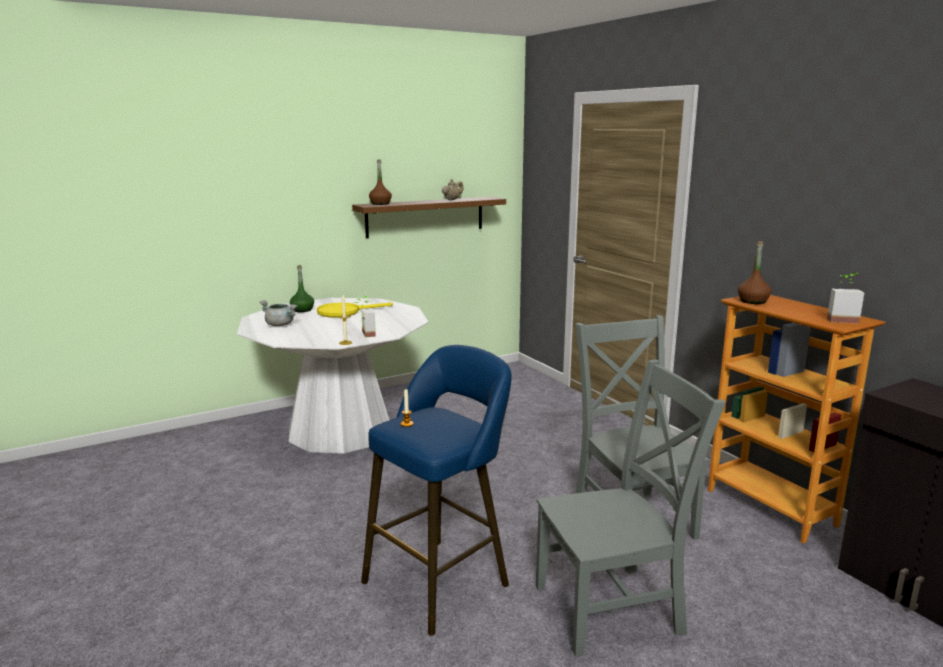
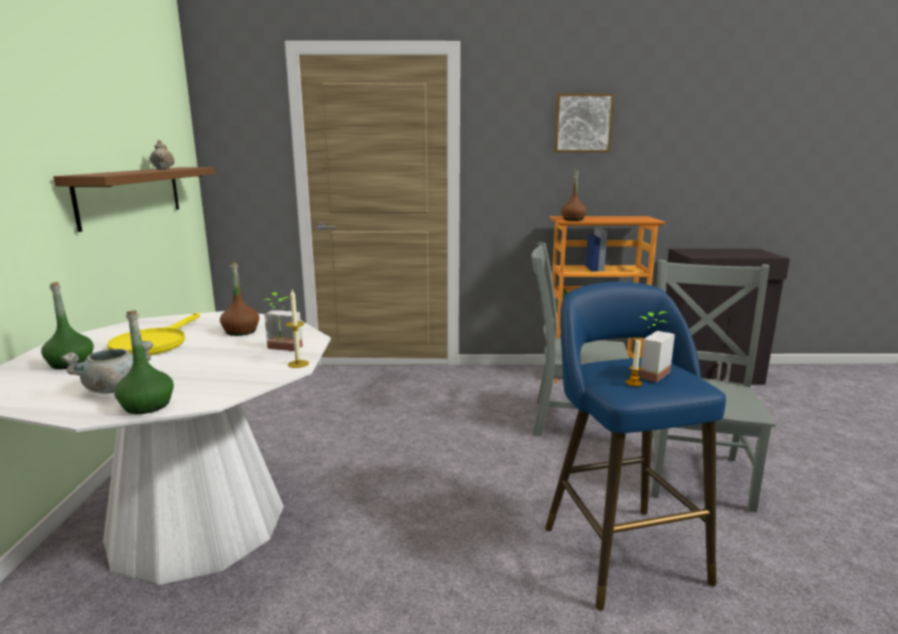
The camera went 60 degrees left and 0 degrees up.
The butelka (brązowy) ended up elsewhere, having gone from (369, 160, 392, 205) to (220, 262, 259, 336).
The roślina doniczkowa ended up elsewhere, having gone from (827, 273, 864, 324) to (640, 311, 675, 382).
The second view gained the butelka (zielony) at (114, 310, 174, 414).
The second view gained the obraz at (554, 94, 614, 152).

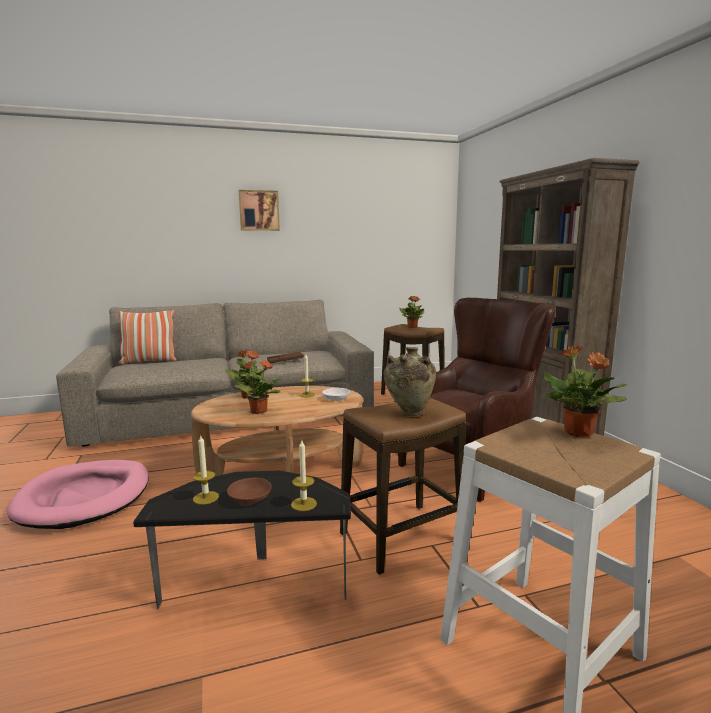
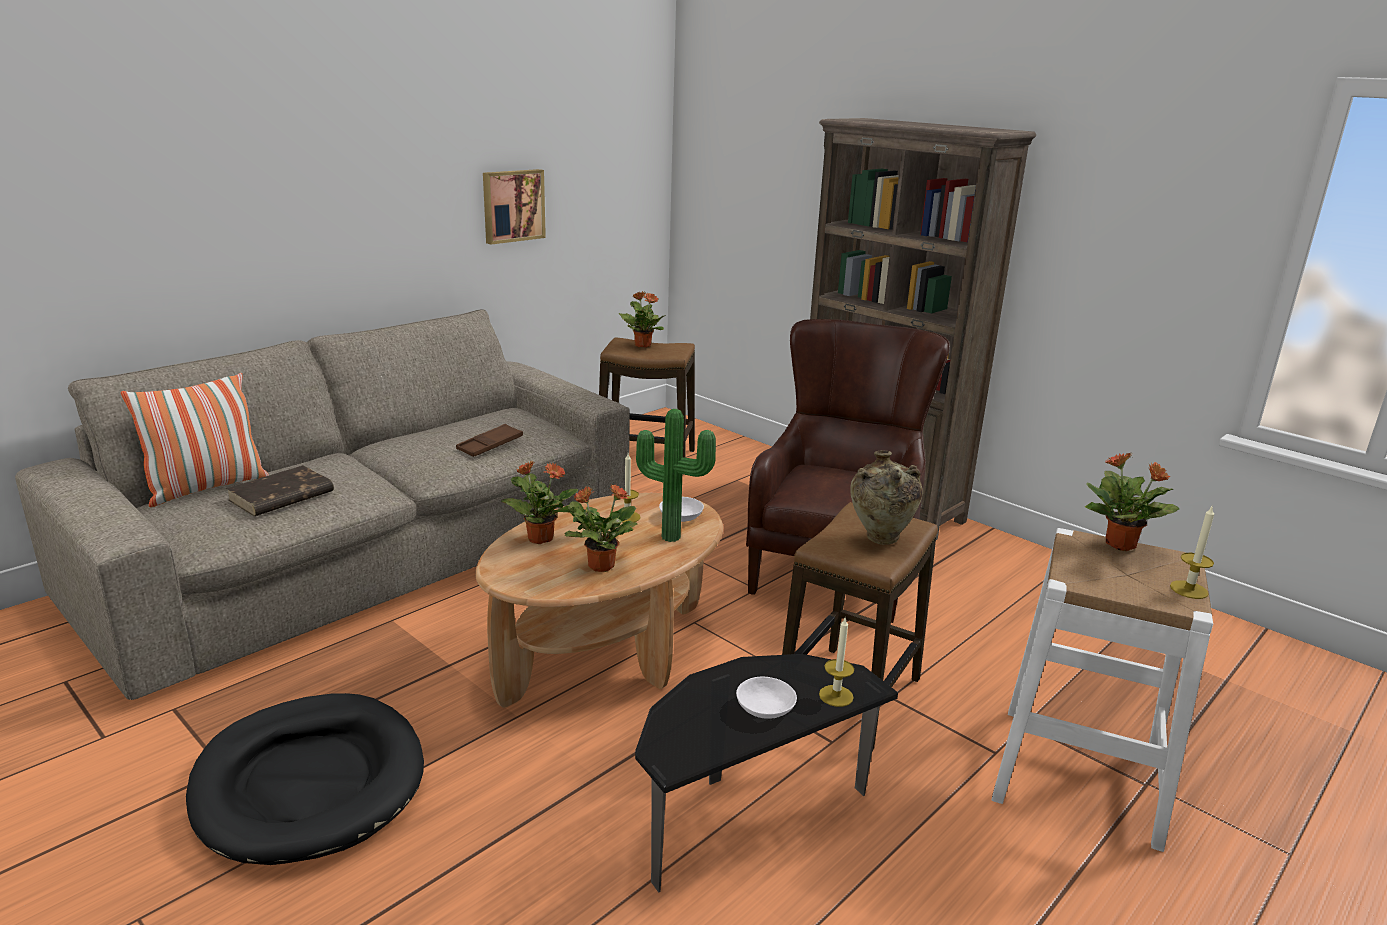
The camera went 30 degrees left and 10 degrees up.
What was the legowisko (różowy) at (7, 460, 149, 529) turned into the legowisko (czarny) at (186, 693, 424, 865).
The świeca ended up elsewhere, having gone from (193, 434, 219, 505) to (1170, 507, 1214, 599).
What was the miska (brązowy) at (227, 478, 272, 505) turned into the miska (biały) at (736, 677, 797, 719).
The obraz ended up elsewhere, having gone from (239, 190, 280, 231) to (483, 169, 546, 245).
The second view gained the książka (brązowy) at (226, 465, 334, 516).
The second view gained the roślina doniczkowa at (636, 409, 716, 542).

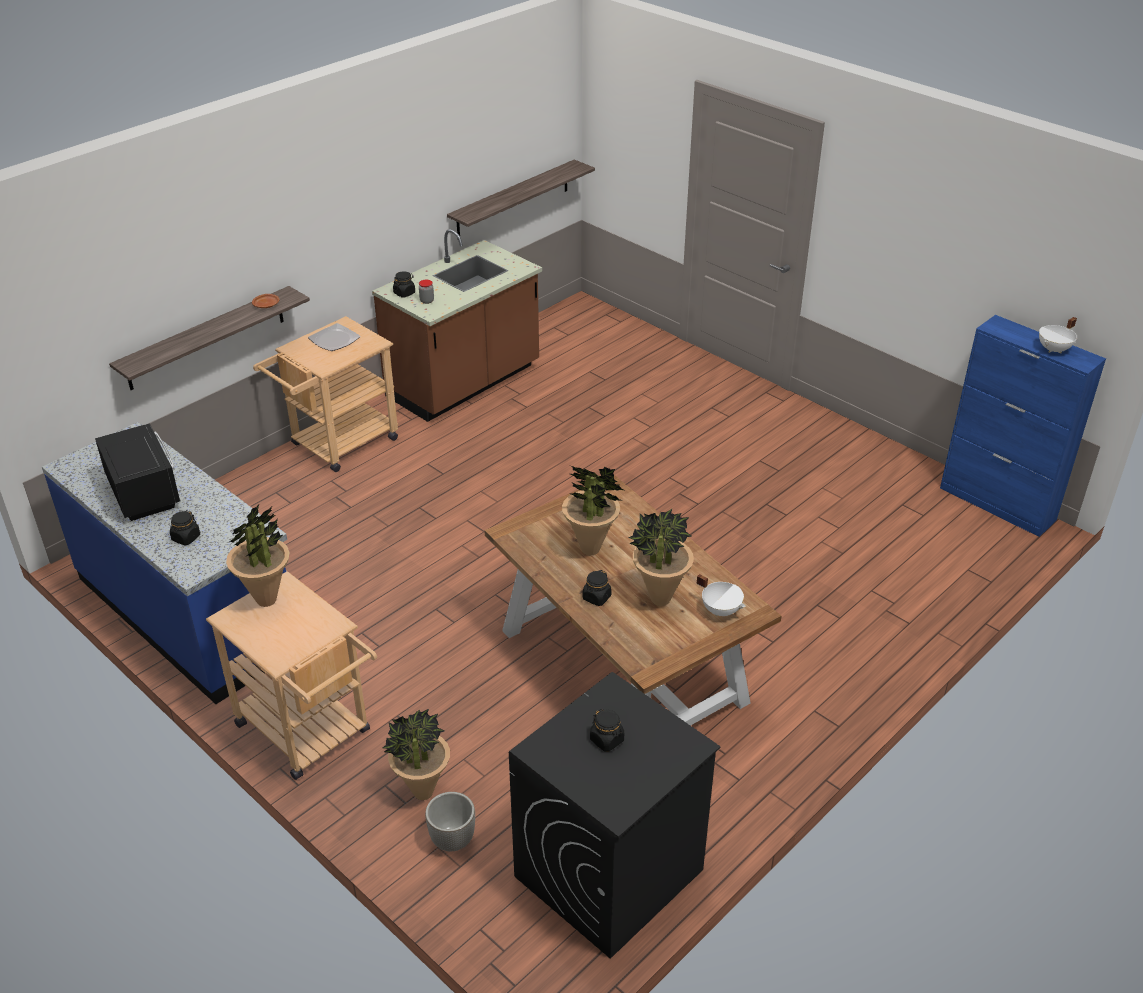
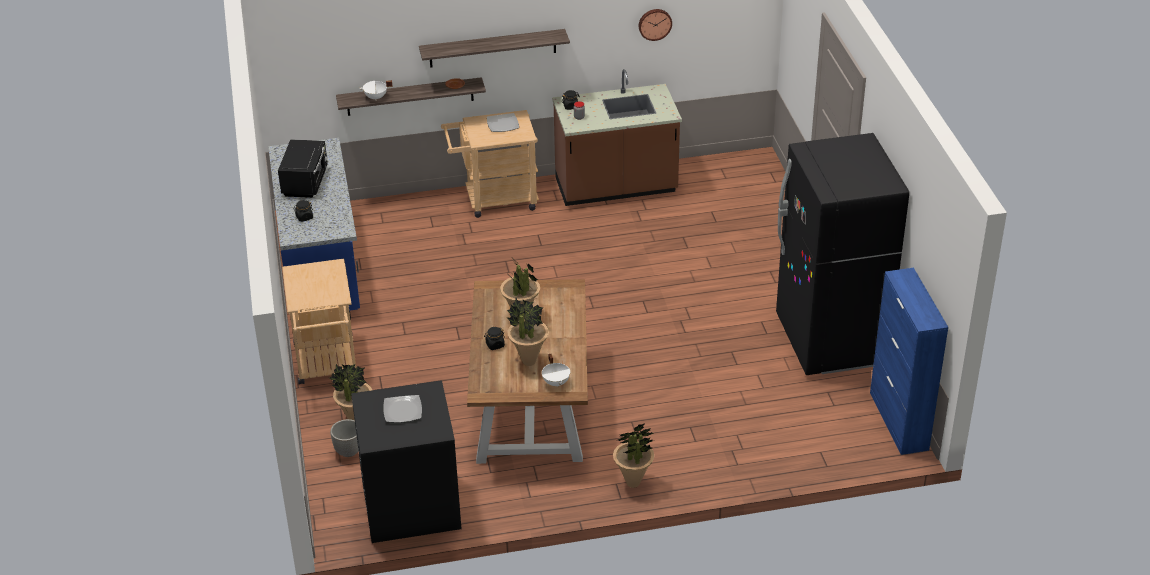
The camera went 35 degrees right and 0 degrees up.
The roślina doniczkowa ended up elsewhere, having gone from (226, 504, 289, 607) to (613, 423, 654, 488).
The półka ended up elsewhere, having gone from (447, 160, 595, 235) to (419, 29, 570, 68).
Where the słoik (czarny) stood at (590, 709, 624, 752), the talerz came to stand at (383, 395, 422, 423).
The garnek (biały) ended up elsewhere, having gone from (1039, 317, 1077, 353) to (360, 80, 393, 100).
The second view gained the zegar ścienny at (639, 9, 672, 41).
The second view gained the lodówka (czarny) at (776, 133, 909, 375).

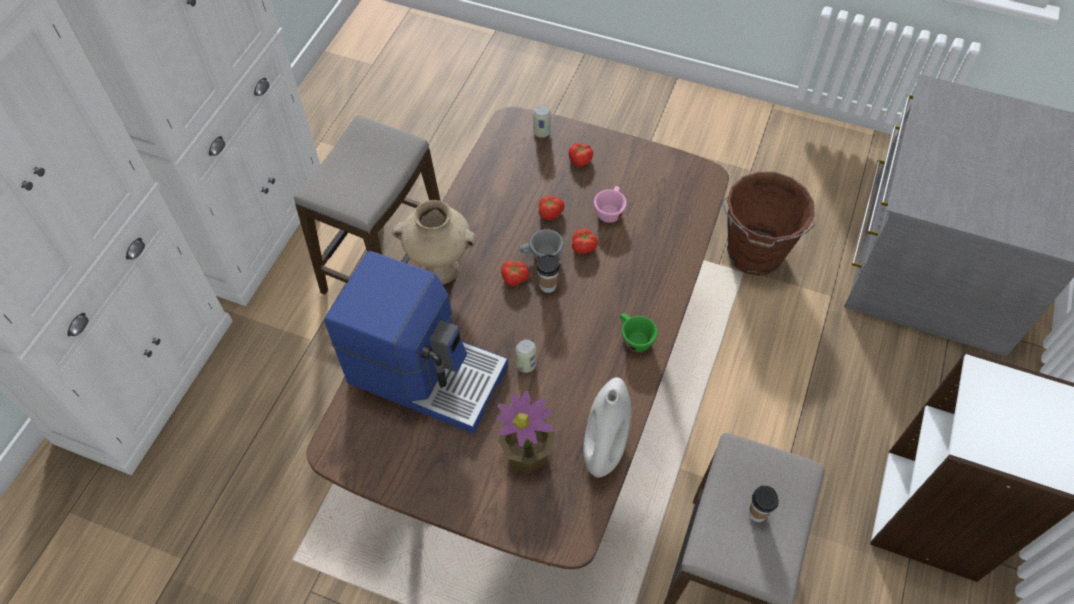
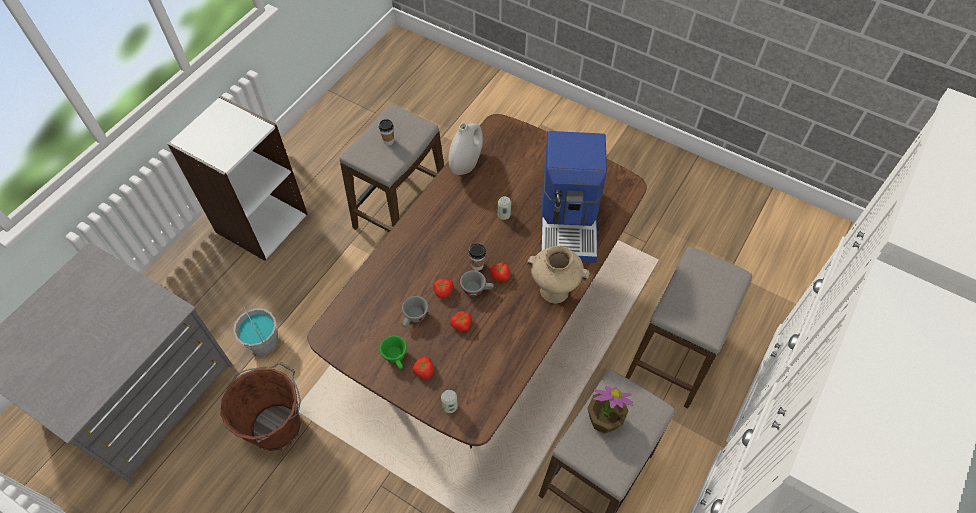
The camera went 170 degrees left and 0 degrees up.
The ekspres do kawy at (325, 251, 508, 434) ended up facing another way, 120 degrees counterclockwise from before.
The roślina doniczkowa ended up elsewhere, having gone from (497, 390, 555, 473) to (588, 386, 633, 434).
What was the filiżanka (różowy) at (594, 186, 627, 223) turned into the filiżanka (szary) at (402, 296, 428, 327).
The filiżanka (zielony) ended up elsewhere, having gone from (620, 313, 658, 352) to (380, 335, 407, 369).
The second view gained the wiadro (szary) at (233, 307, 278, 355).
The second view gained the stołek at (626, 247, 752, 409).

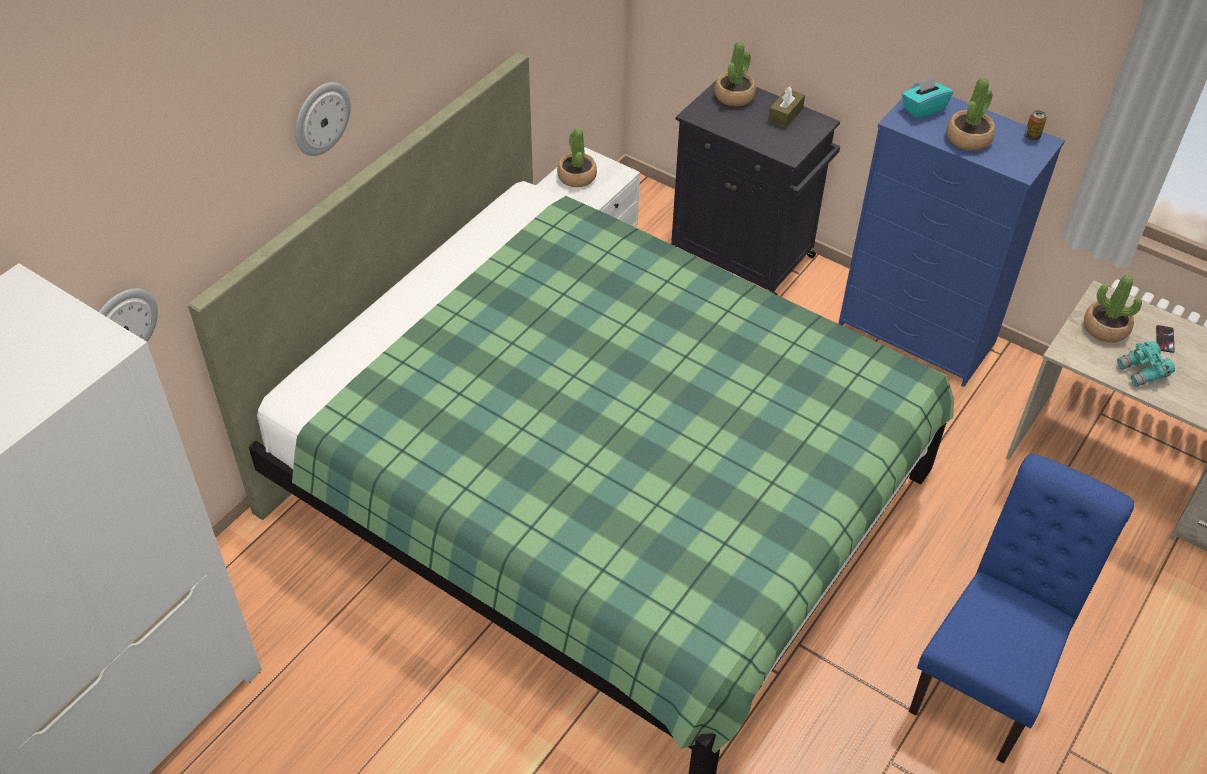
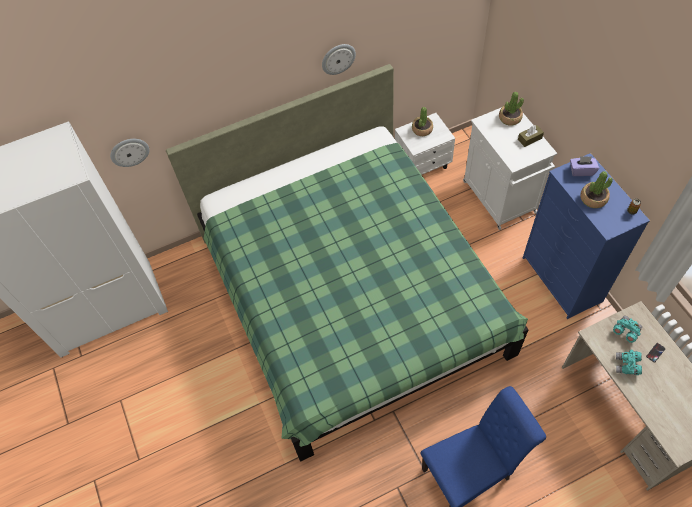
The camera went 35 degrees right and 10 degrees up.
The zegar ścienny ended up elsewhere, having gone from (295, 82, 351, 156) to (322, 44, 356, 75).
What was the szafka (czarny) at (671, 81, 840, 295) turned into the szafka (biały) at (463, 107, 557, 230).
What was the pudełko chusteczek (turkusowy) at (902, 76, 953, 119) turned into the pudełko chusteczek (fioletowy) at (570, 156, 599, 176).
Where the roślina doniczkowa stood at (1084, 275, 1142, 342), the lornetka (turkusowy) came to stand at (613, 316, 642, 343).

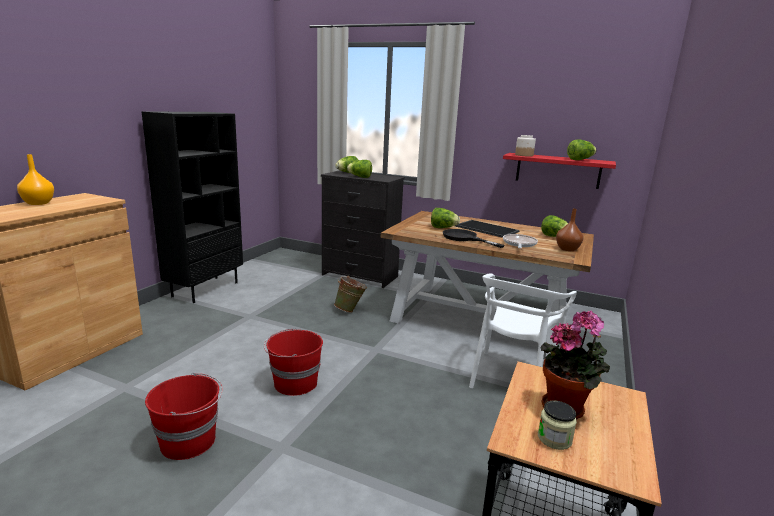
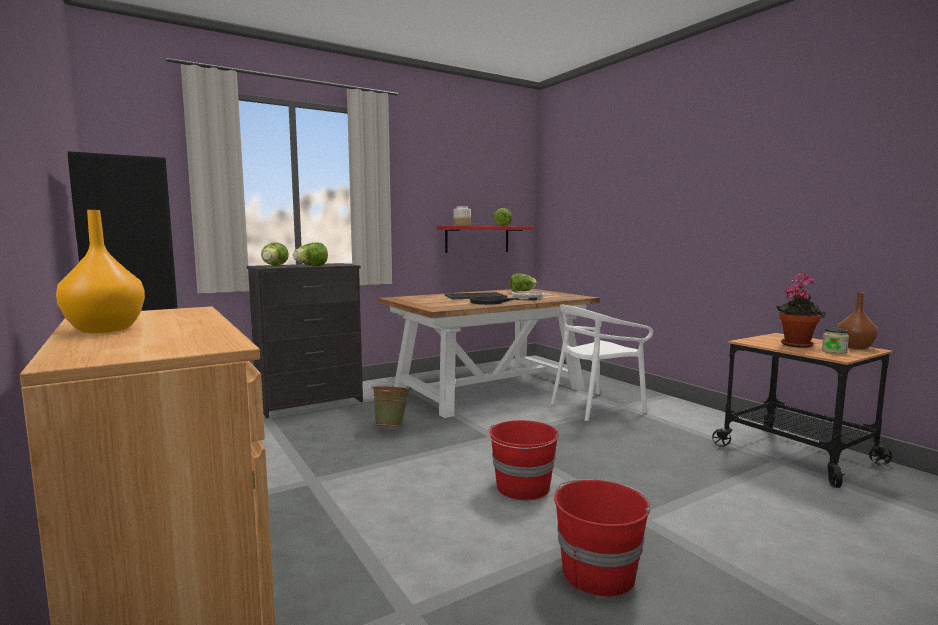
The camera went 55 degrees left and 10 degrees down.
The second view lost the sałata at (431, 208, 460, 228).
The krzesło (biały) at (469, 273, 577, 388) ended up facing another way, 90 degrees clockwise from before.
The wazon (brązowy) ended up elsewhere, having gone from (556, 209, 583, 251) to (837, 292, 878, 349).

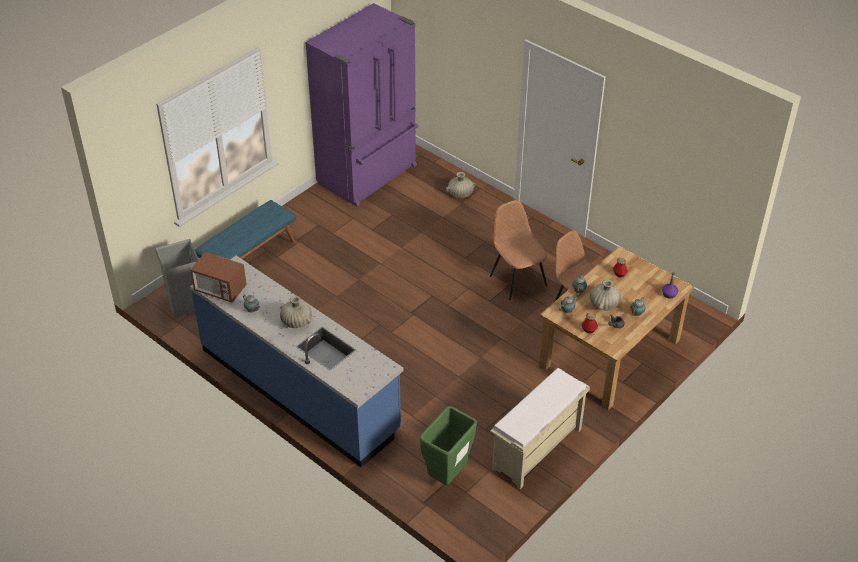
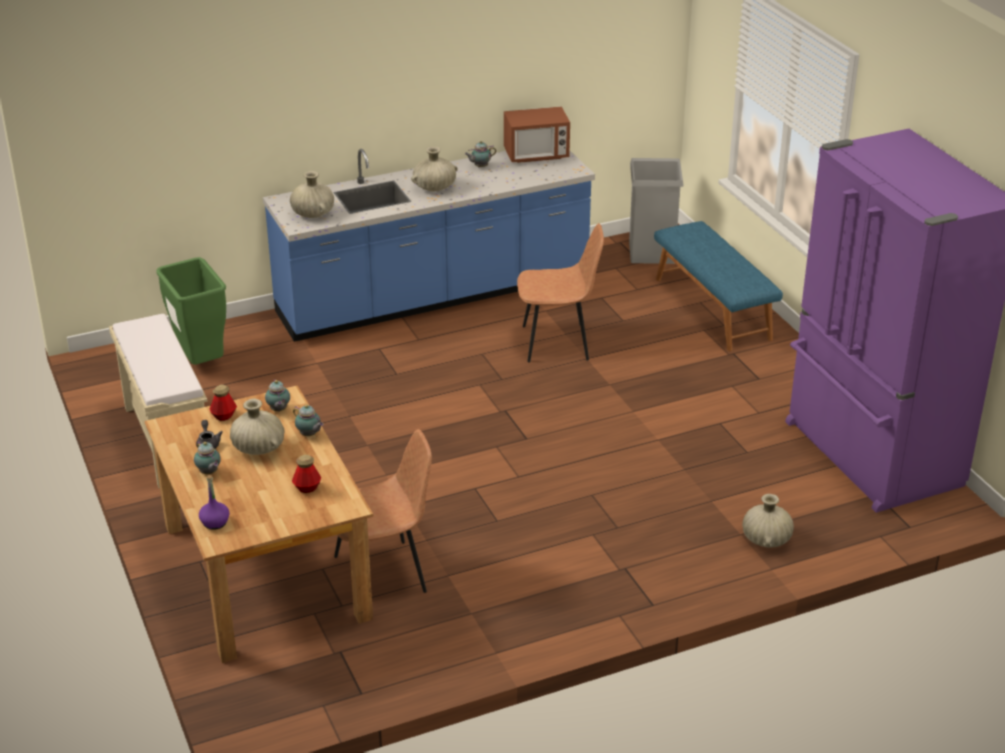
The camera went 115 degrees right and 10 degrees down.
The mikrofalówka at (190, 252, 247, 303) ended up facing another way, 150 degrees counterclockwise from before.
The krzesło (brązowy) ended up elsewhere, having gone from (490, 200, 548, 300) to (517, 223, 604, 362).
The second view gained the wazon (beżowy) at (290, 171, 334, 218).

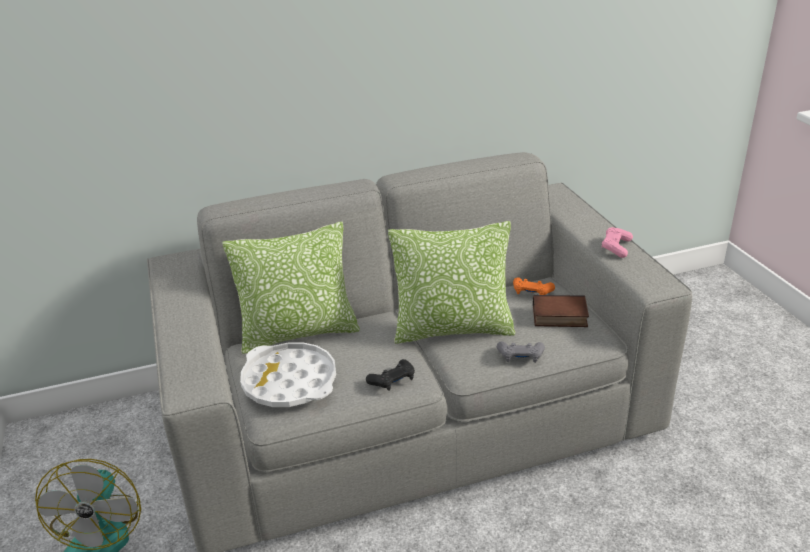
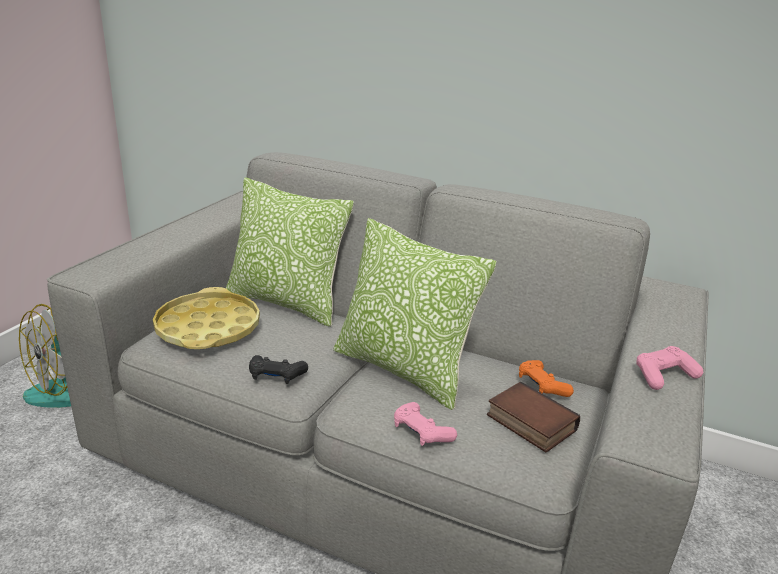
The camera went 40 degrees right and 5 degrees down.
What was the taca (biały) at (240, 342, 336, 407) turned into the taca (żółty) at (153, 287, 260, 349).
What was the pad do gier (szary) at (497, 341, 545, 363) turned into the pad do gier (różowy) at (394, 402, 457, 446).

